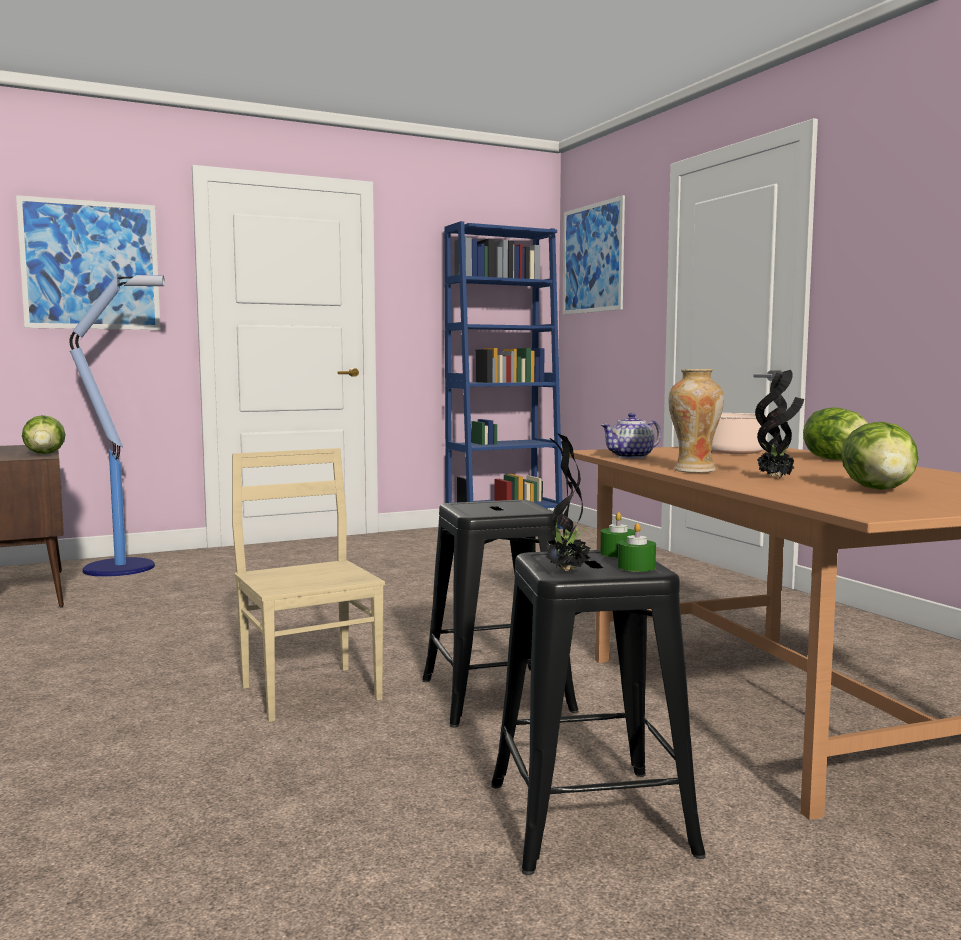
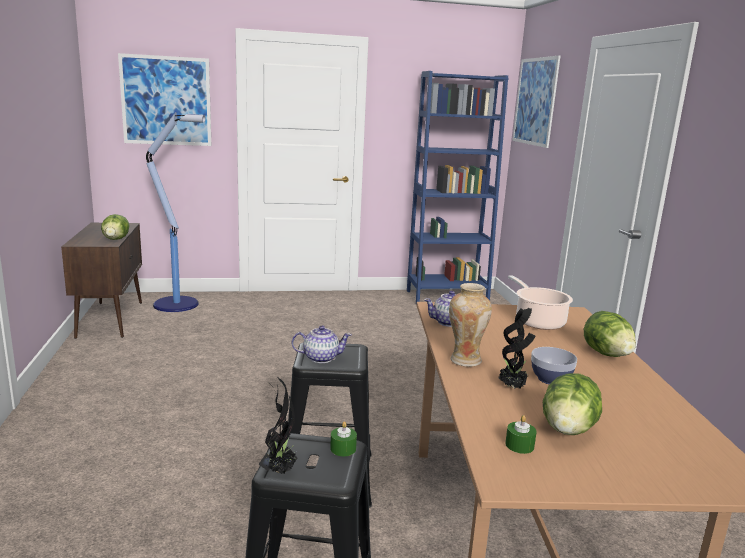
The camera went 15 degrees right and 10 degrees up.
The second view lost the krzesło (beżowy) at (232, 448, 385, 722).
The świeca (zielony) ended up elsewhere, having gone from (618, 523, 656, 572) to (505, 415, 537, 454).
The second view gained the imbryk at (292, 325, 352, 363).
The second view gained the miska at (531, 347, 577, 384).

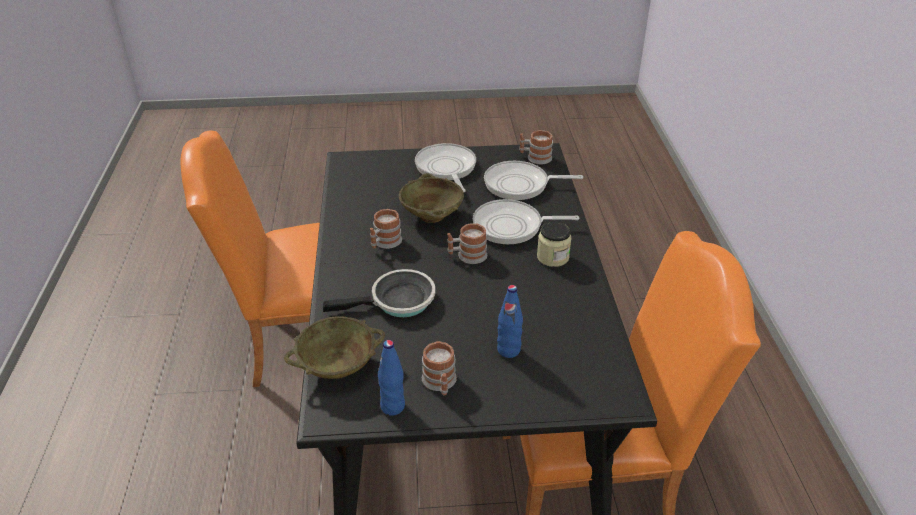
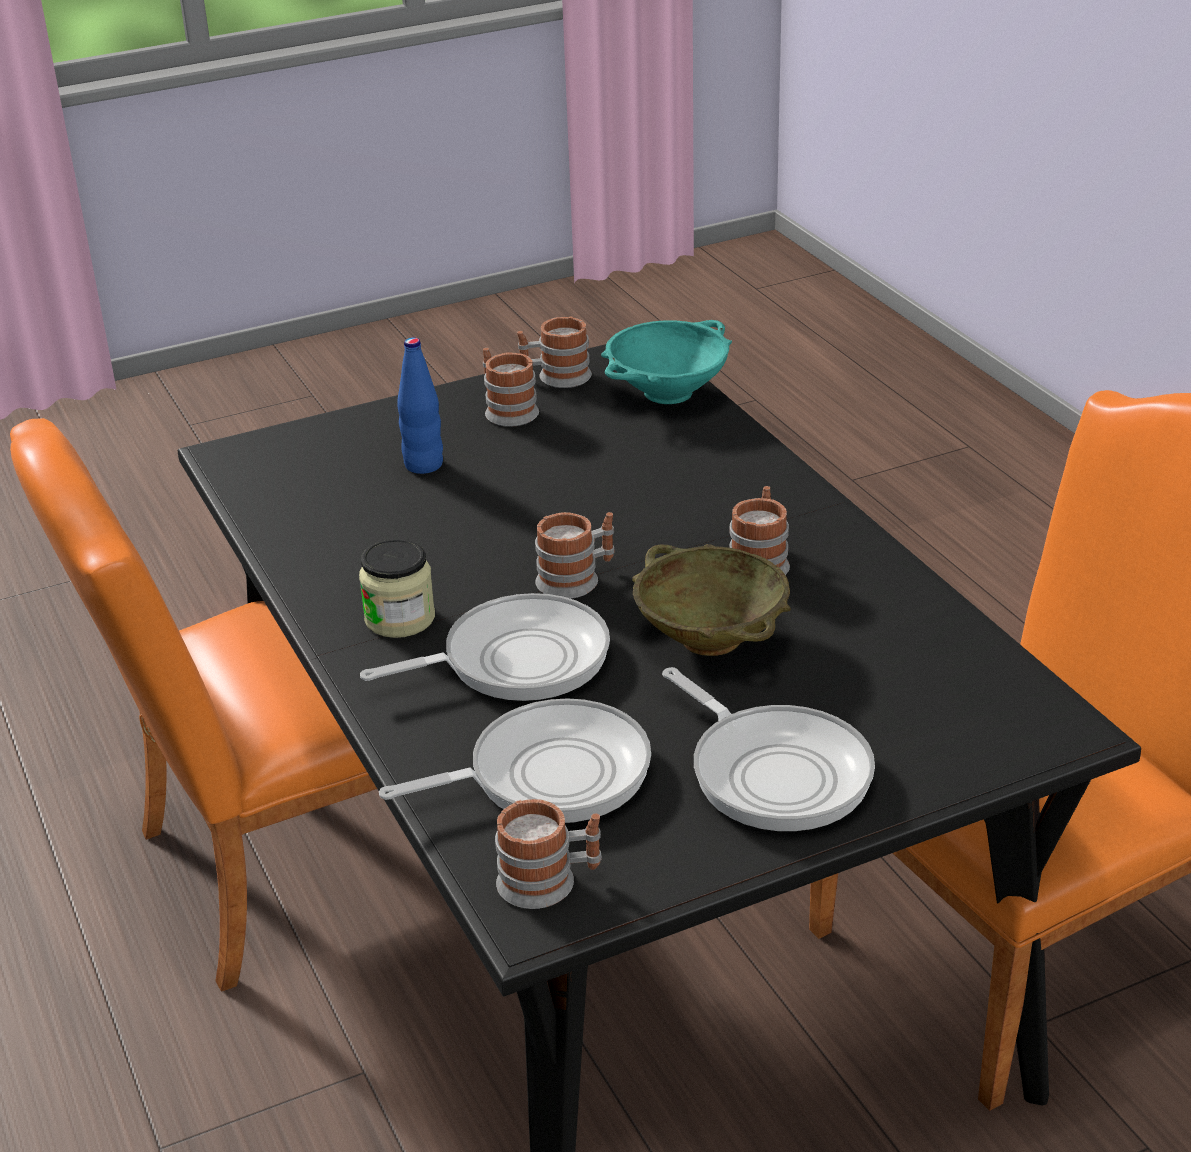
The camera went 160 degrees right and 5 degrees down.
What was the miska (beżowy) at (284, 316, 385, 379) turned into the miska (turkusowy) at (601, 320, 732, 404).
The second view lost the patelnia at (323, 269, 435, 317).
Where the butelka (niebieski) stood at (378, 340, 405, 416), the kubek came to stand at (517, 316, 592, 388).

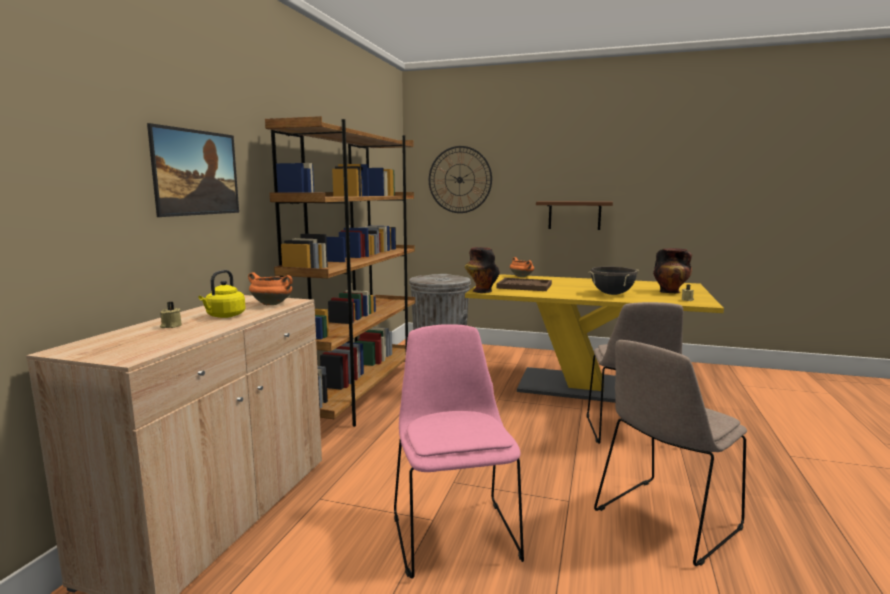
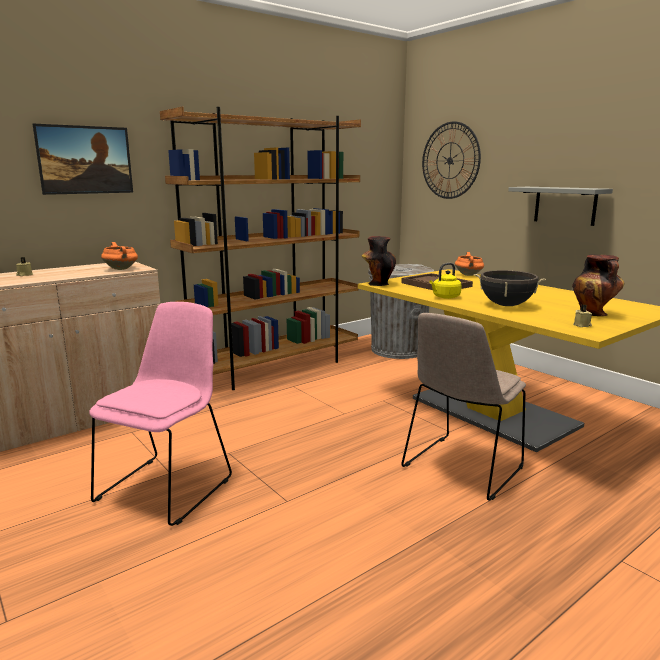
The camera went 35 degrees right and 5 degrees up.
The czajnik (żółty) ended up elsewhere, having gone from (198, 270, 246, 318) to (429, 263, 462, 299).
What was the półka (brązowy) at (536, 201, 613, 230) turned into the półka (szary) at (508, 187, 613, 226).
The second view lost the krzesło (beżowy) at (594, 340, 747, 566).

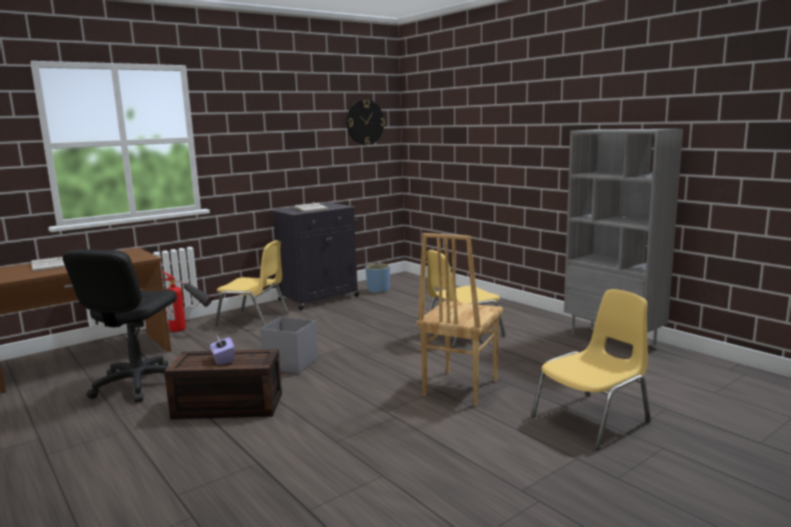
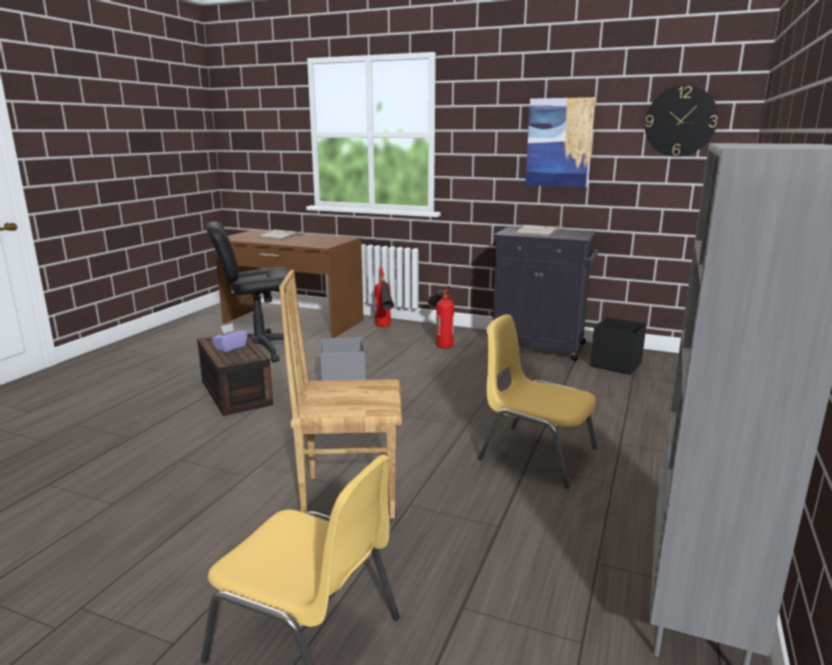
The camera went 60 degrees right and 5 degrees up.
Where the krzesło (żółty) stood at (215, 240, 288, 326), the gaśnica came to stand at (427, 286, 454, 348).
Where the donica (niebieski) stood at (366, 264, 390, 293), the pojemnik do przechowywania (czarny) came to stand at (590, 317, 646, 375).
The second view gained the obraz at (525, 97, 596, 187).

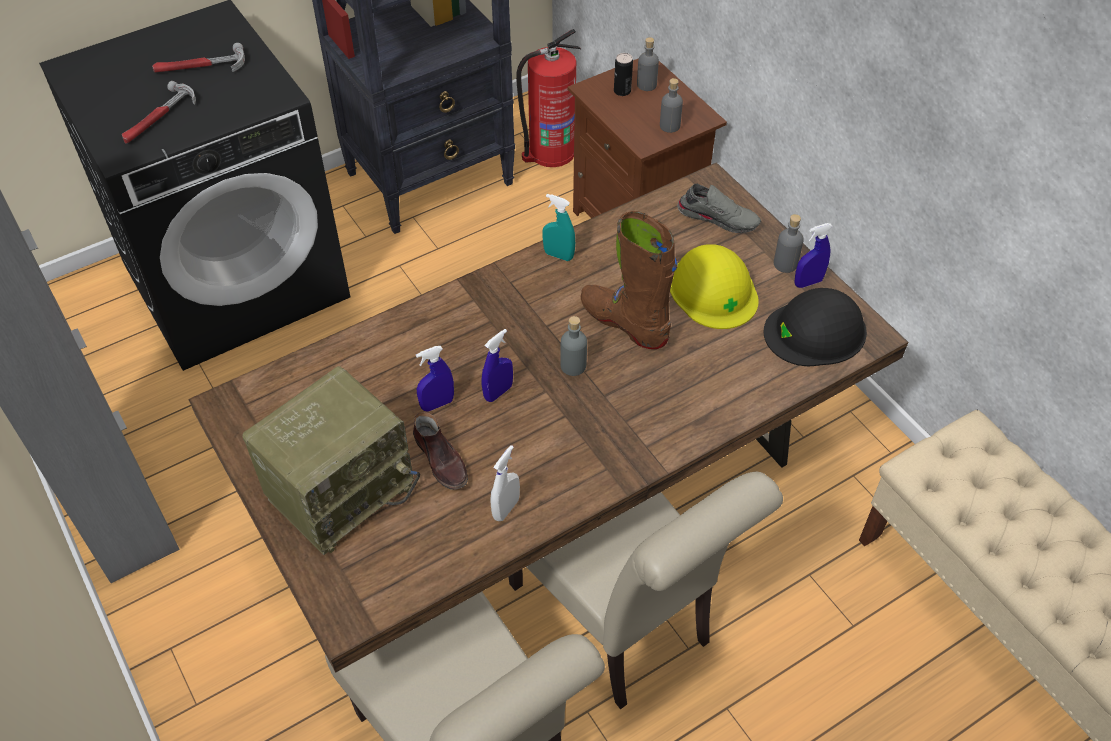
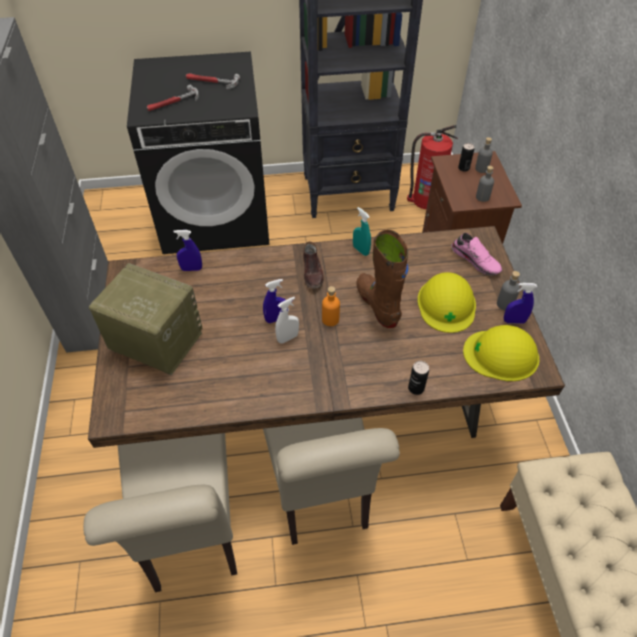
The camera went 25 degrees right and 0 degrees up.
The radio at (242, 366, 420, 555) ended up facing another way, 135 degrees counterclockwise from before.
The but (brązowy) ended up elsewhere, having gone from (413, 412, 468, 490) to (303, 241, 323, 288).
The spryskiwacz (niebieski) ended up elsewhere, having gone from (416, 346, 454, 411) to (173, 230, 202, 271).
The spryskiwacz (biały) ended up elsewhere, having gone from (490, 445, 520, 521) to (275, 297, 299, 344).
What was the butelka (szary) at (560, 316, 587, 376) turned into the butelka (pomarańczowy) at (322, 286, 340, 326).
What was the but (szary) at (677, 184, 761, 233) turned into the but (różowy) at (451, 233, 502, 276).
What was the kask (czarny) at (764, 288, 867, 366) turned into the kask (żółty) at (463, 325, 539, 381).
The second view gained the puszka at (408, 361, 429, 395).

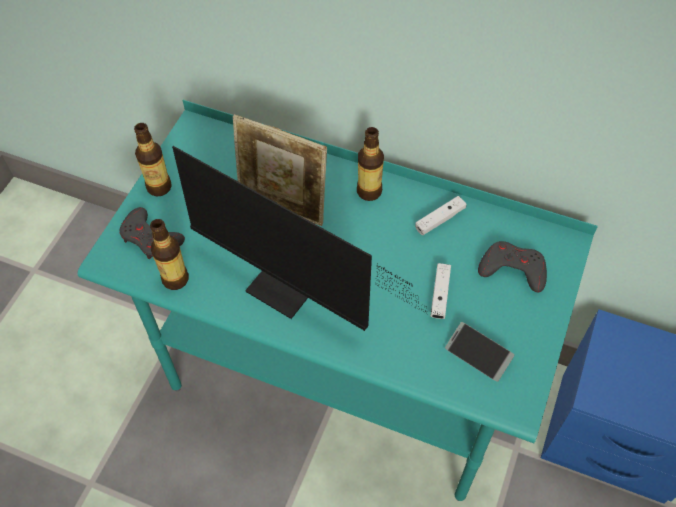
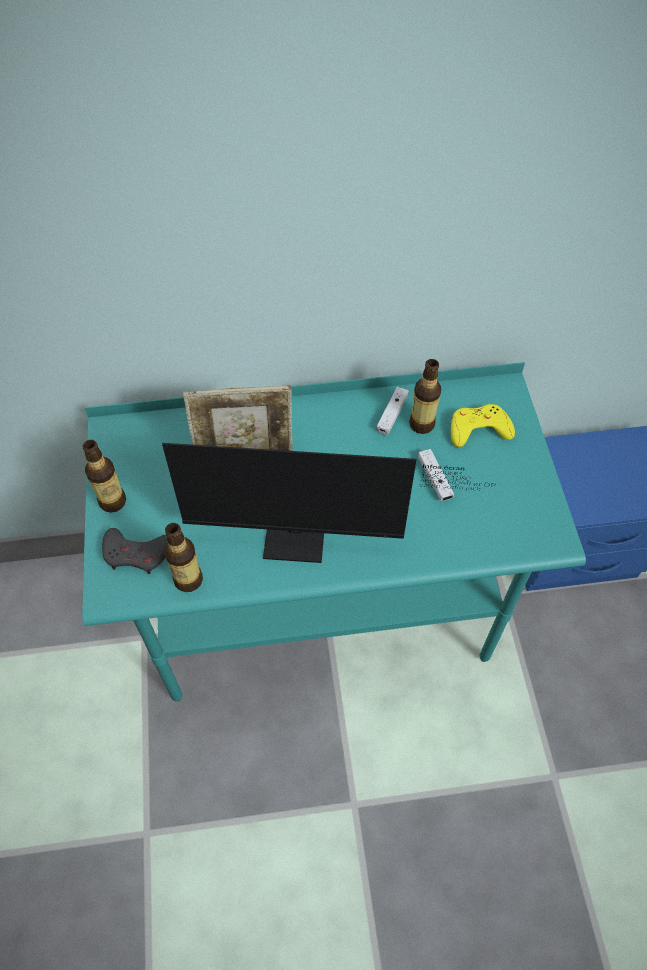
The camera went 30 degrees left and 0 degrees up.
The butelka ended up elsewhere, having gone from (357, 127, 384, 201) to (409, 359, 441, 434).
The second view lost the telefon at (445, 322, 514, 382).
What was the pad do gier (szary) at (478, 241, 547, 292) turned into the pad do gier (żółty) at (451, 404, 515, 447).

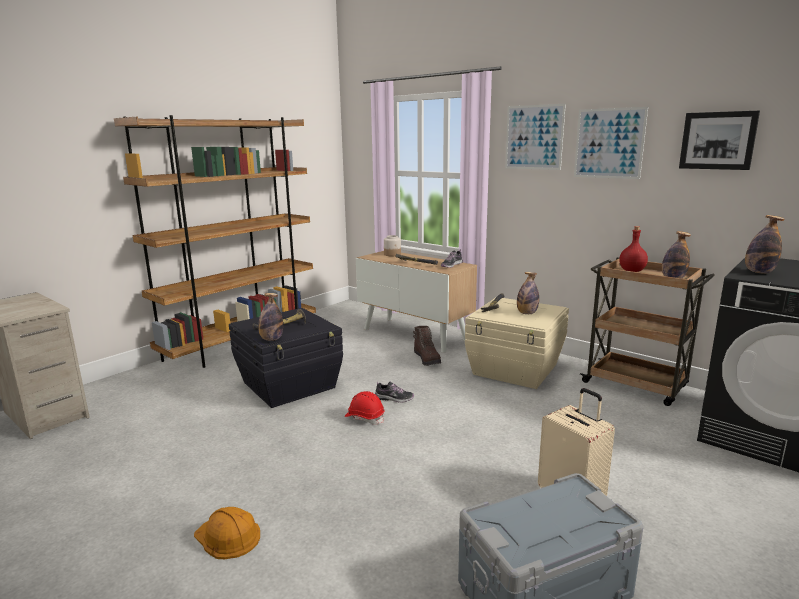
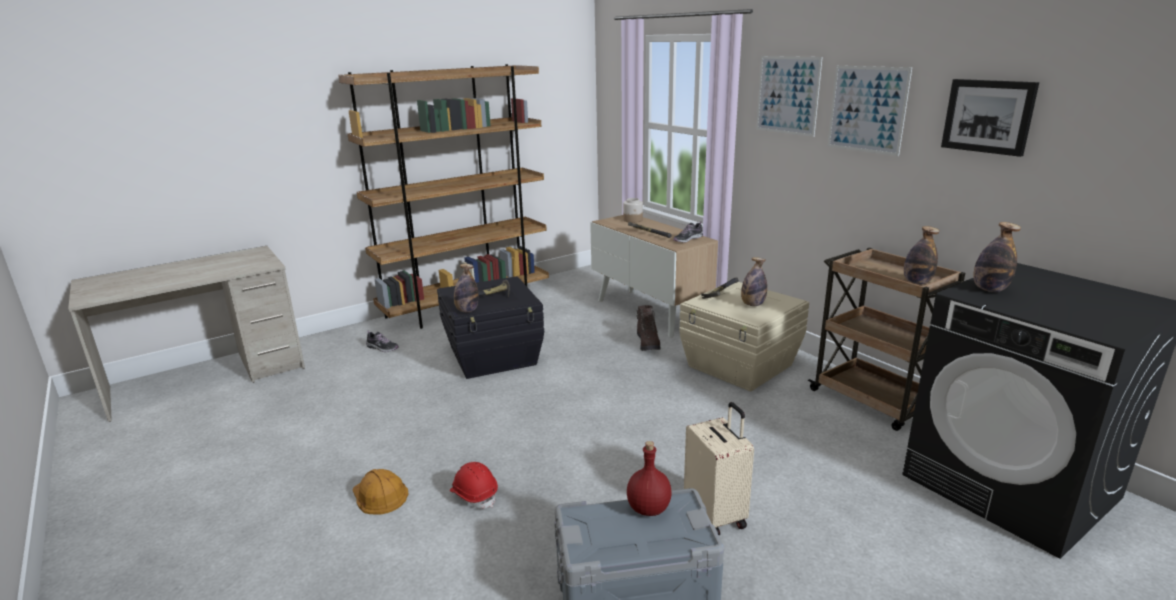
The camera went 15 degrees right and 5 degrees up.
The kask (czerwony) ended up elsewhere, having gone from (344, 391, 385, 425) to (450, 462, 498, 509).
The but ended up elsewhere, having gone from (375, 381, 414, 403) to (366, 330, 399, 352).
The butelka (czerwony) ended up elsewhere, having gone from (619, 226, 648, 272) to (627, 441, 672, 516).

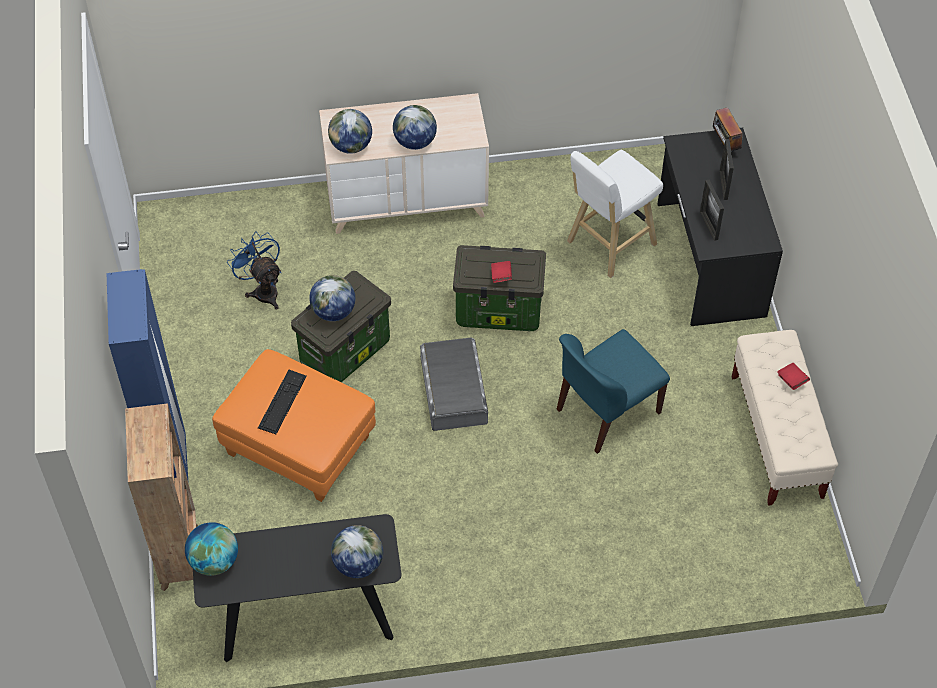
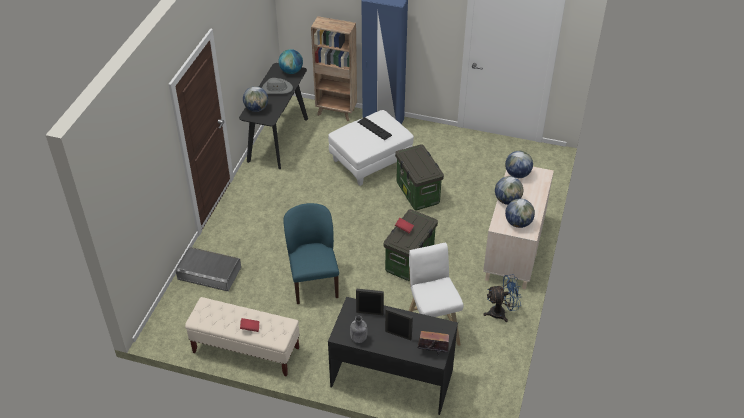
The camera went 115 degrees right and 10 degrees down.
What was the pufa (pomarańczowy) at (212, 349, 376, 502) turned into the pufa (biały) at (328, 110, 414, 186).
The wentylator (niebieski) ended up elsewhere, having gone from (227, 232, 281, 309) to (483, 275, 521, 322).
The globus ended up elsewhere, having gone from (309, 275, 355, 321) to (505, 199, 535, 228).
The pojemnik do przechowywania (szary) ended up elsewhere, having gone from (420, 338, 488, 431) to (175, 247, 241, 291).
The second view gained the kapelusz (szary) at (262, 78, 293, 94).
The second view gained the butelka (szary) at (350, 315, 368, 343).

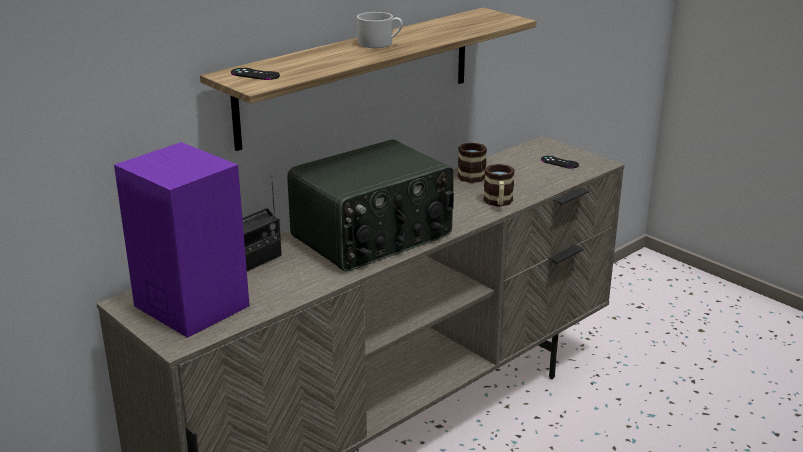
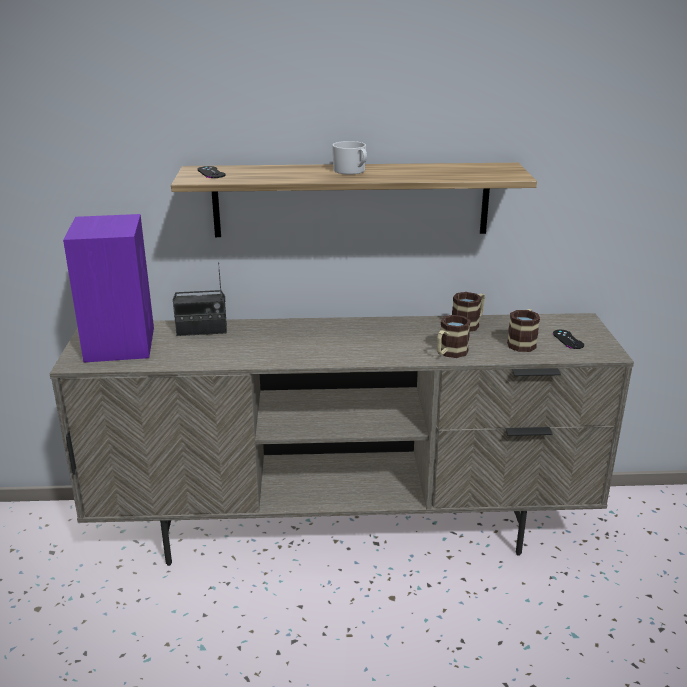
The camera went 40 degrees right and 0 degrees up.
The second view lost the radio at (287, 139, 454, 272).
The second view gained the kubek at (507, 309, 540, 352).

